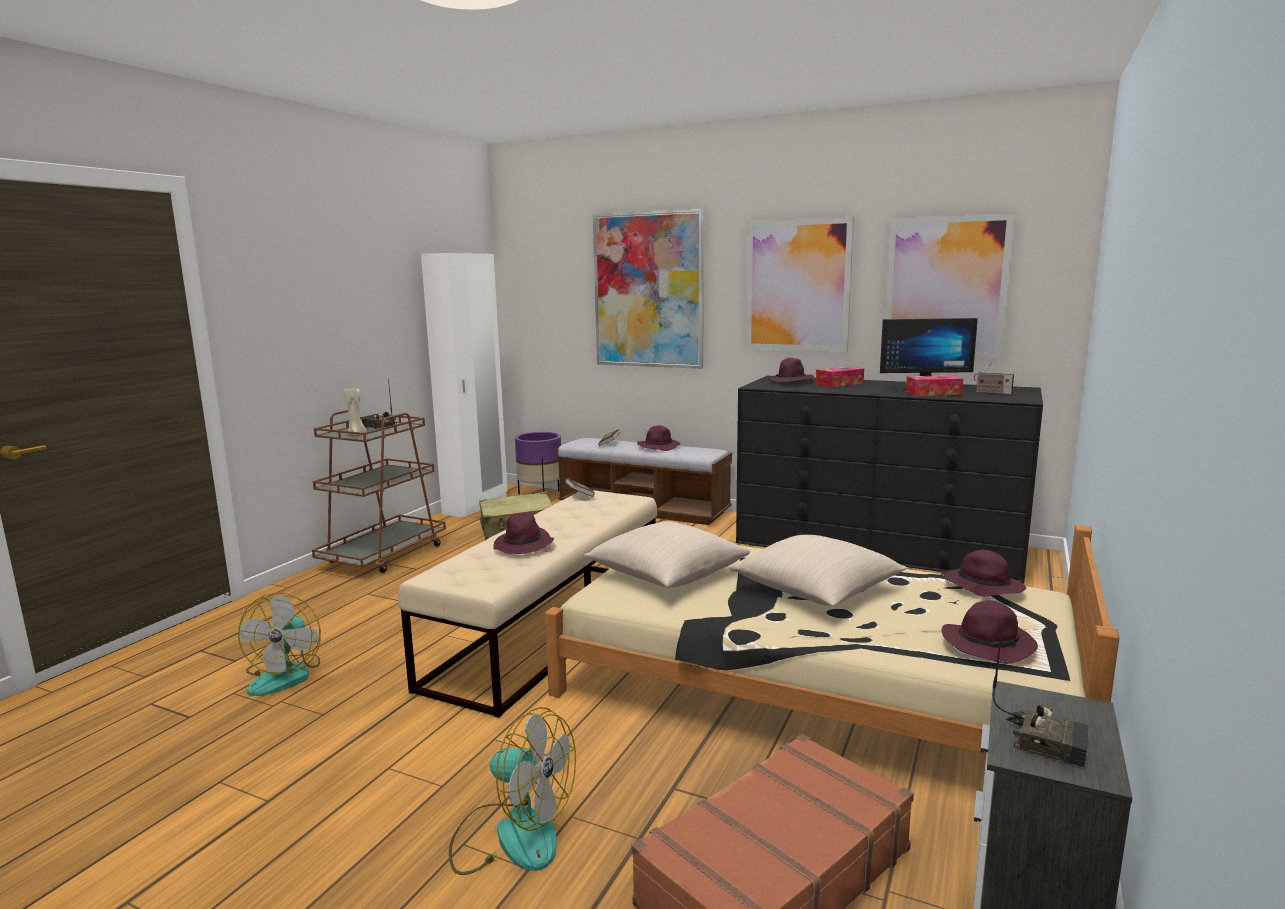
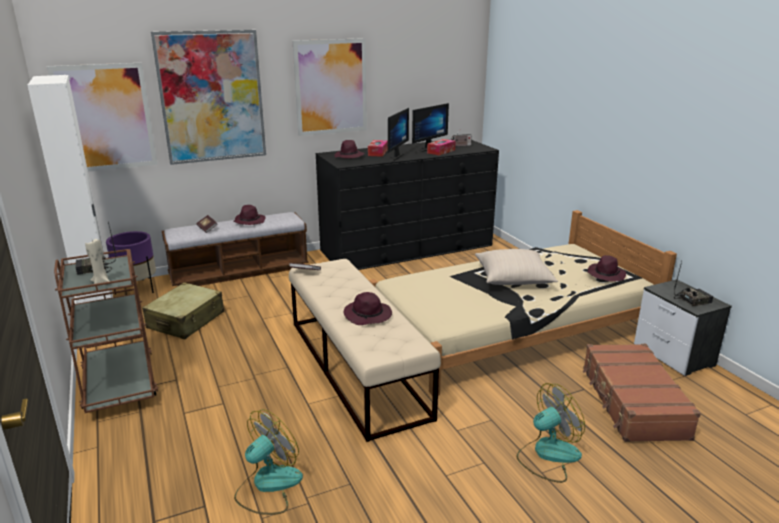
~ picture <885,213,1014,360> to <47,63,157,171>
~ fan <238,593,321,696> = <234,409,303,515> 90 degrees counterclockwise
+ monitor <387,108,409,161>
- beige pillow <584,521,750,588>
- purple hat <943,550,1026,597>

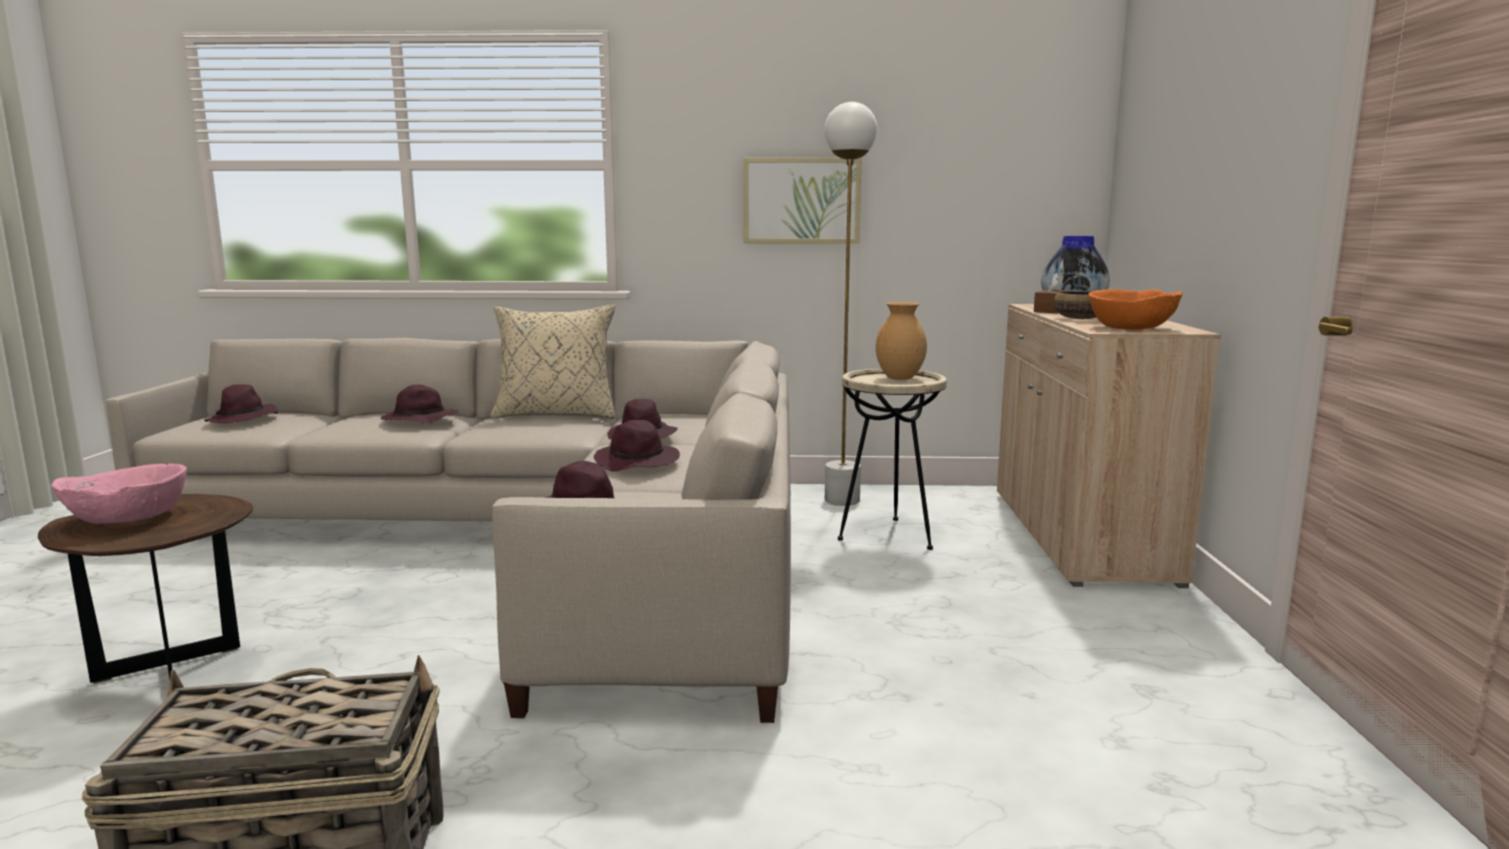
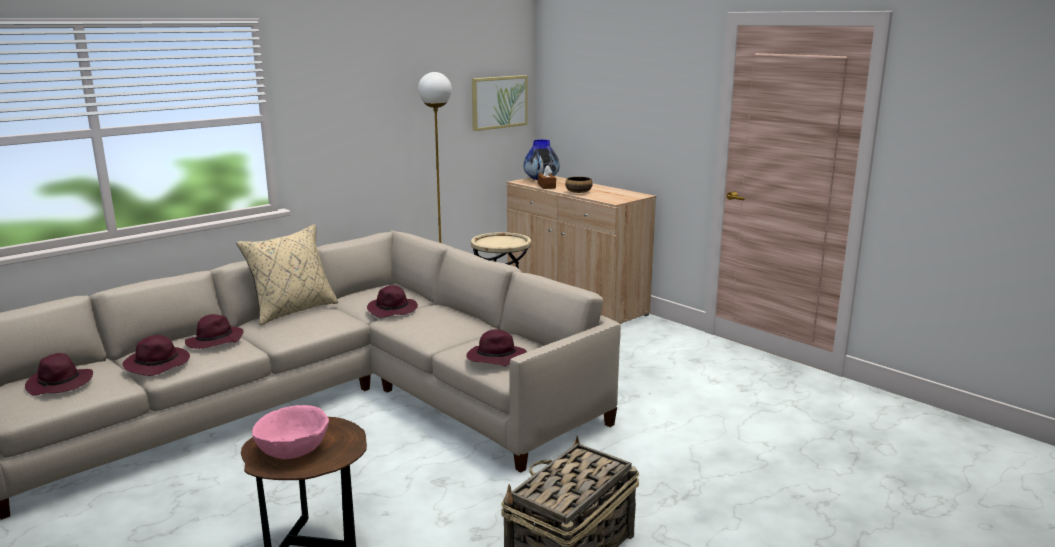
~ purple hat <594,420,680,471> to <123,335,190,376>
~ picture <743,157,862,244> to <472,75,527,131>
- brown vase <876,302,927,380>
- orange bowl <1088,289,1183,330>

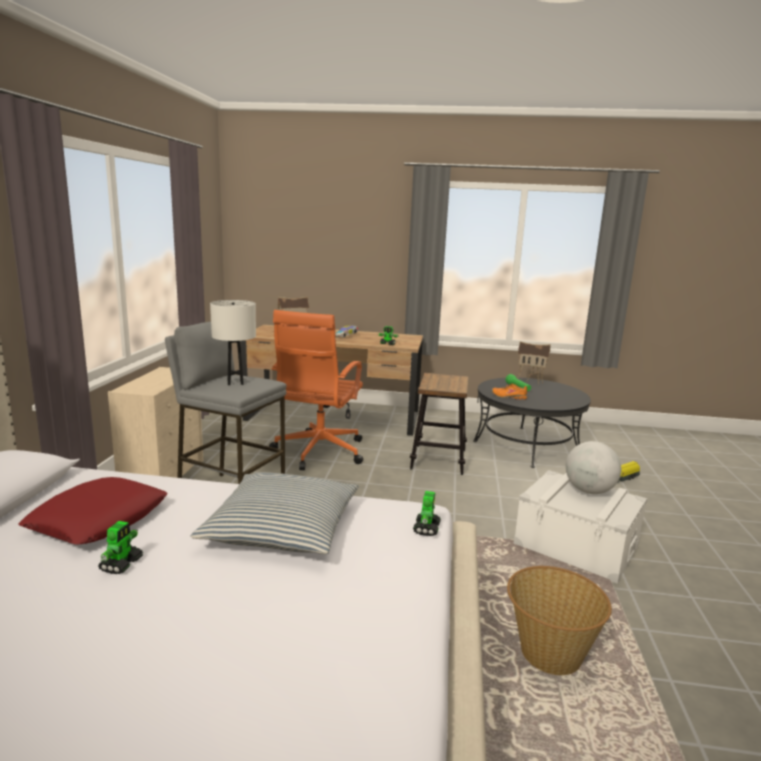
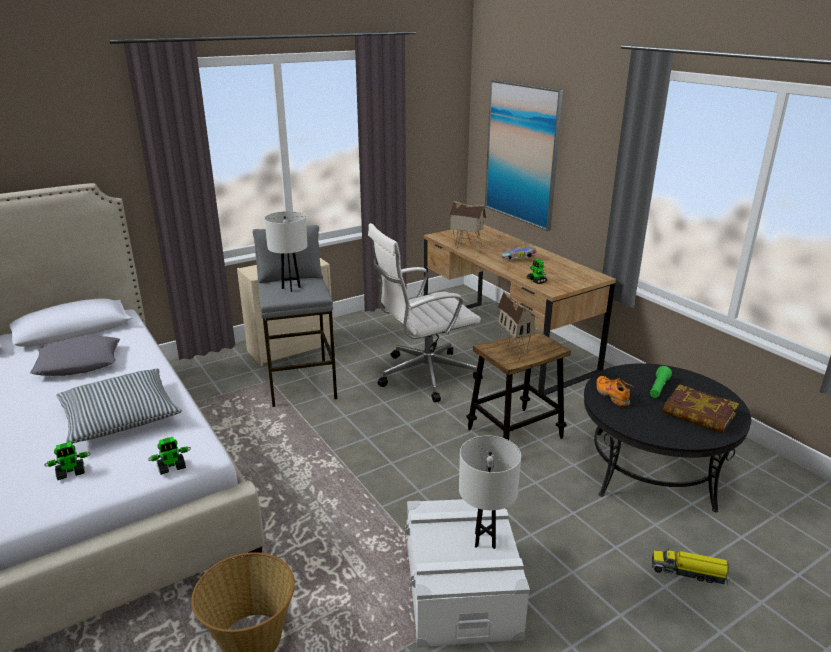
~ red pillow <18,477,168,544> to grey pillow <30,336,120,376>
~ toy robot <98,521,143,574> to <44,442,90,480>
~ orange office chair <269,310,363,470> to white office chair <368,223,483,402>
~ globe <566,441,621,494> to white table lamp <459,436,521,549>
+ picture <485,80,563,231>
~ toy house <517,341,551,384> to <496,291,538,360>
+ book <663,385,739,434>

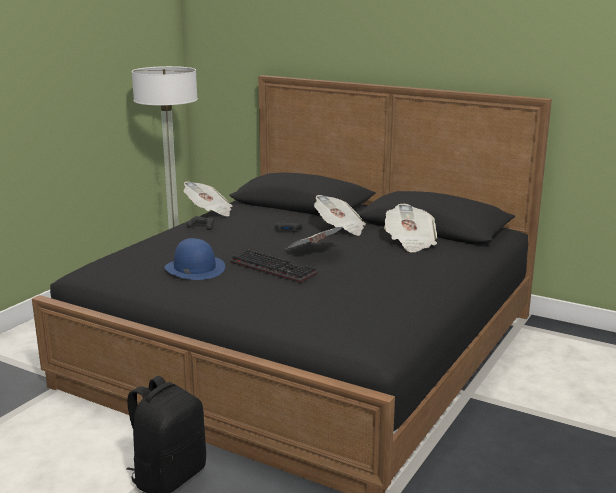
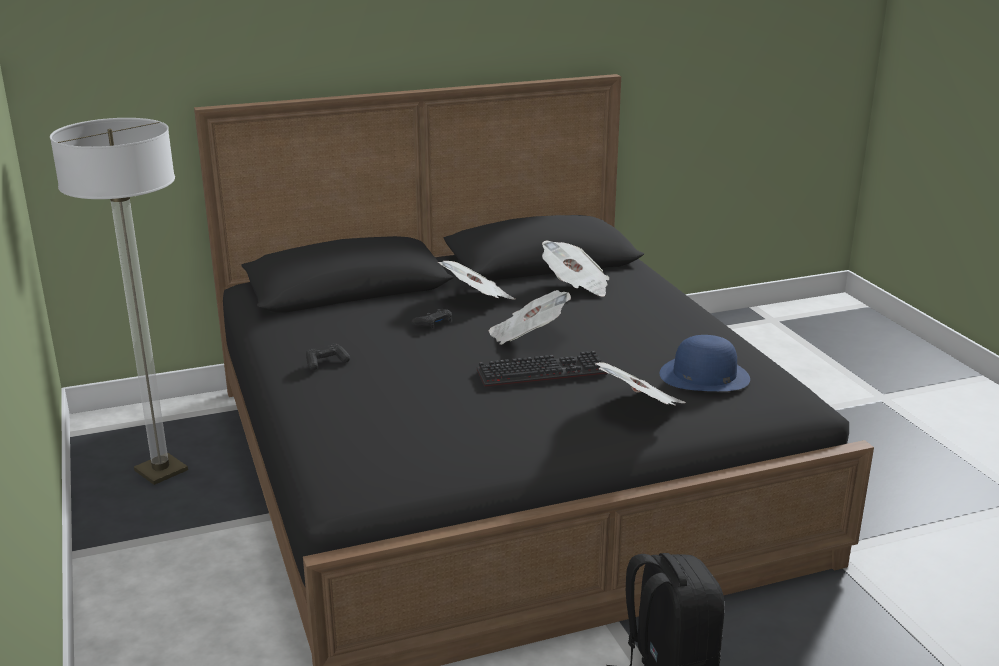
~ newspaper <183,181,232,216> to <595,362,686,406>
~ blue hat <164,238,225,280> to <660,335,750,391>

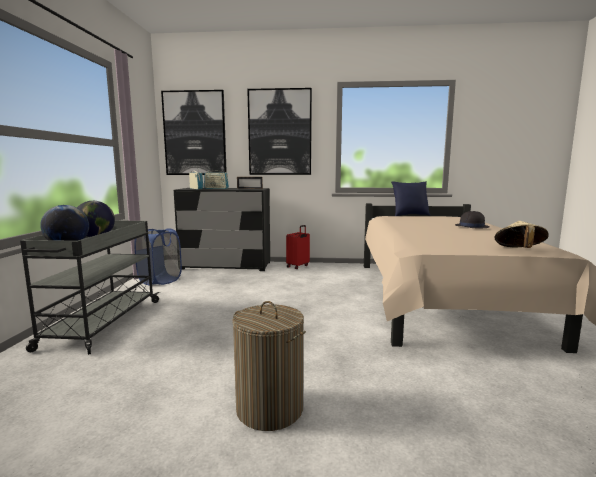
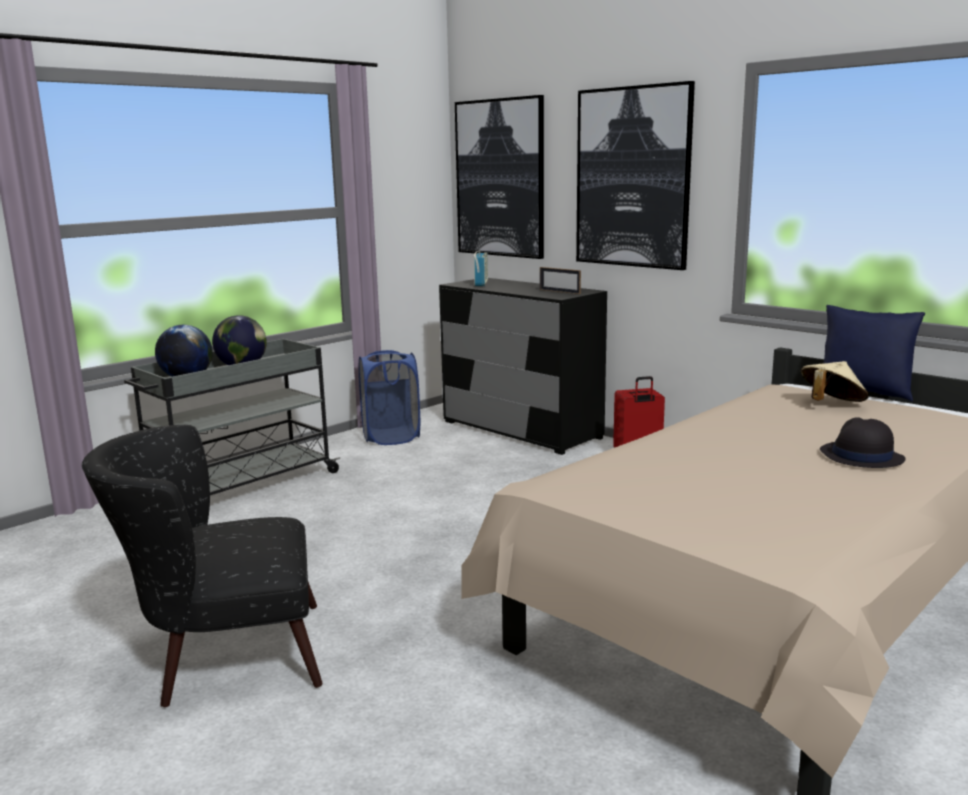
~ laundry basket <232,301,306,431> to black armchair <82,425,323,707>
~ beige hat <494,221,549,248> to <801,361,869,402>
- radio <204,171,229,189>

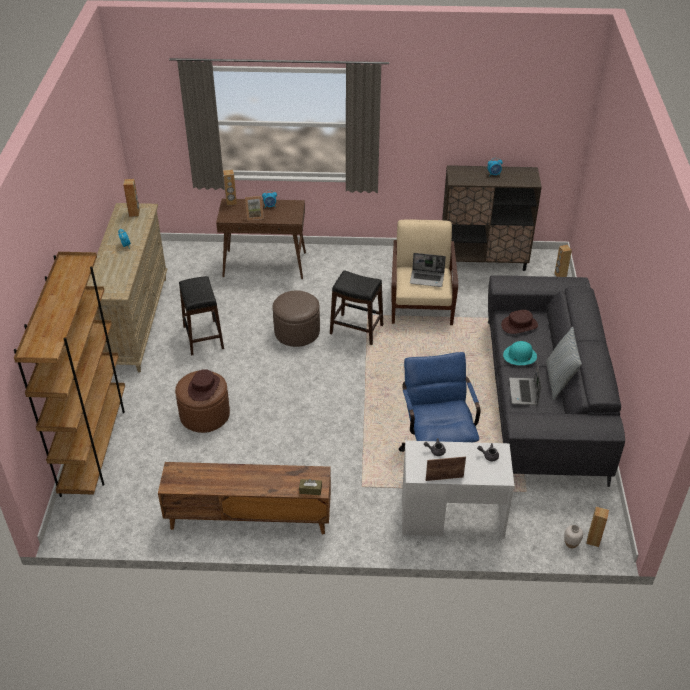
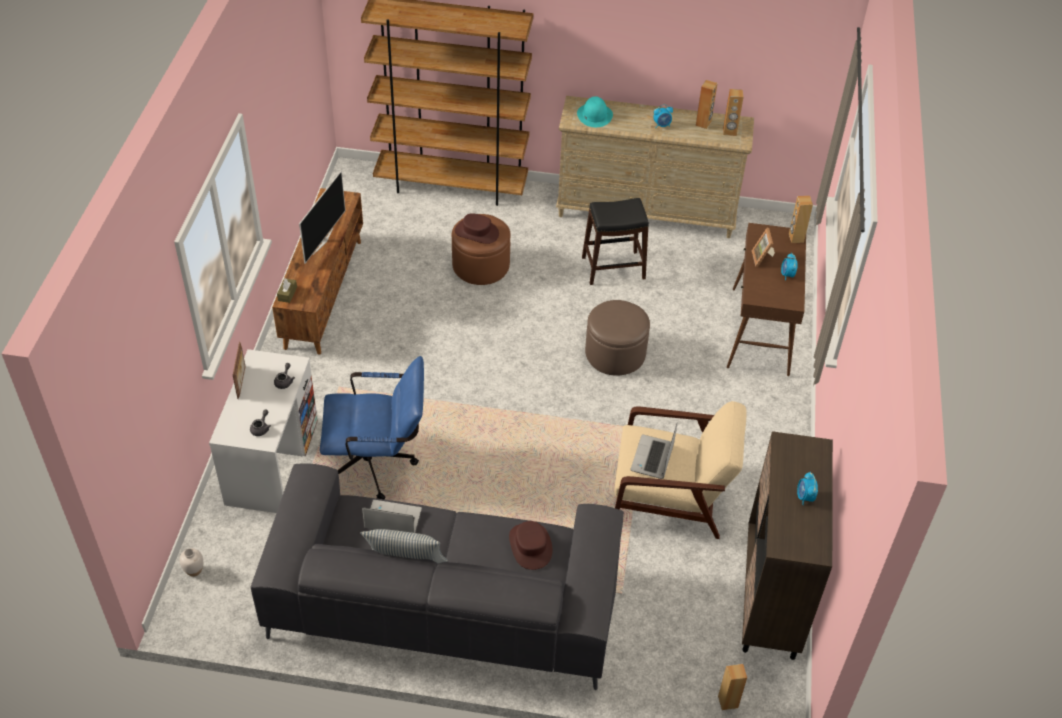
+ television <299,171,346,264>
~ turquoise hat <503,341,537,365> to <577,96,613,127>
~ brown speaker <586,507,609,547> to <696,80,718,129>
- black stool <330,271,383,345>

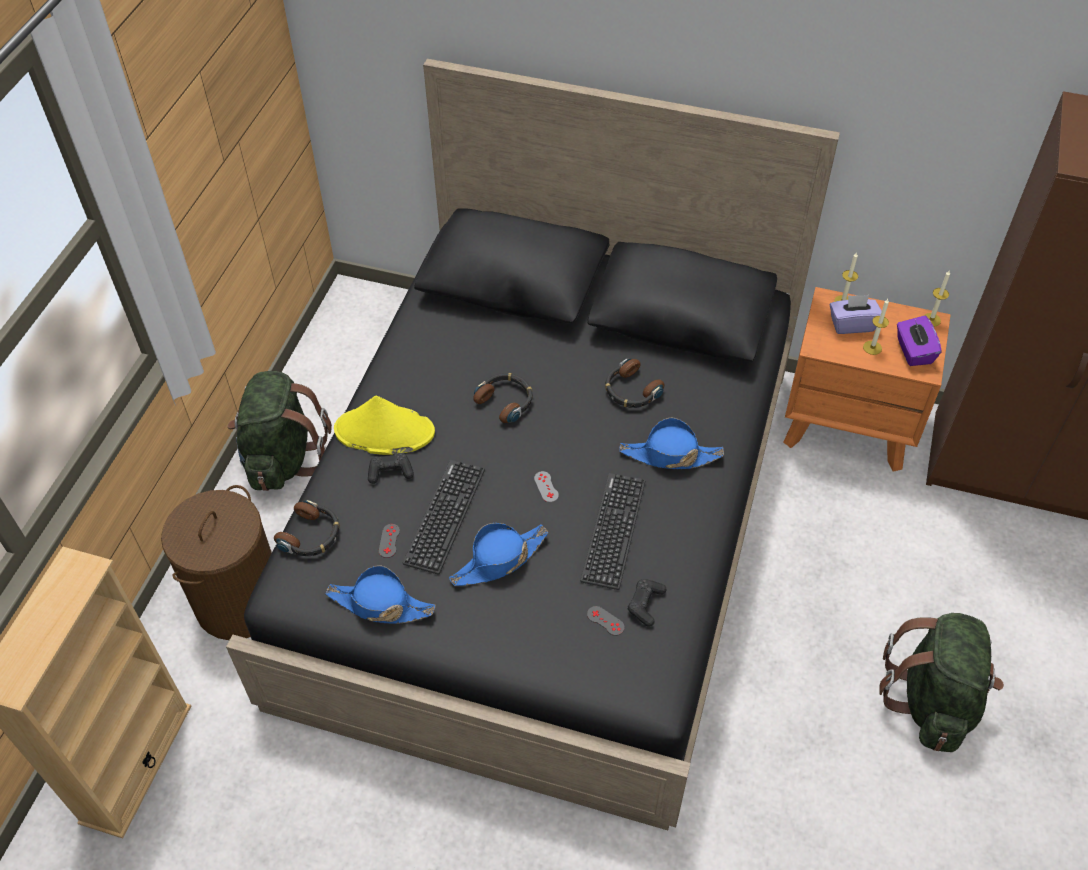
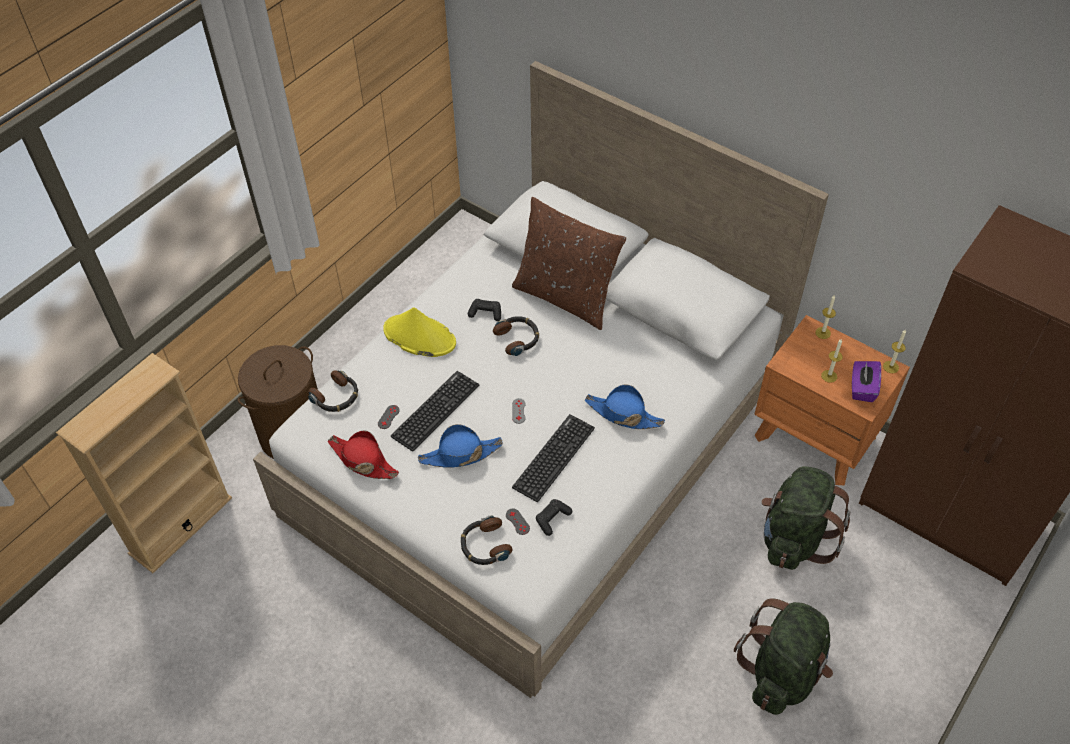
~ black bed <226,59,840,830> to white bed <253,61,829,698>
~ blue hat <326,565,436,624> to red hat <328,430,399,479>
~ headphones <605,358,664,408> to <461,516,512,565>
~ black game controller <368,453,414,484> to <468,299,501,321>
+ brown pillow <512,197,626,330>
~ green backpack <228,371,332,491> to <762,466,850,570>
- purple tissue box <830,295,882,334>

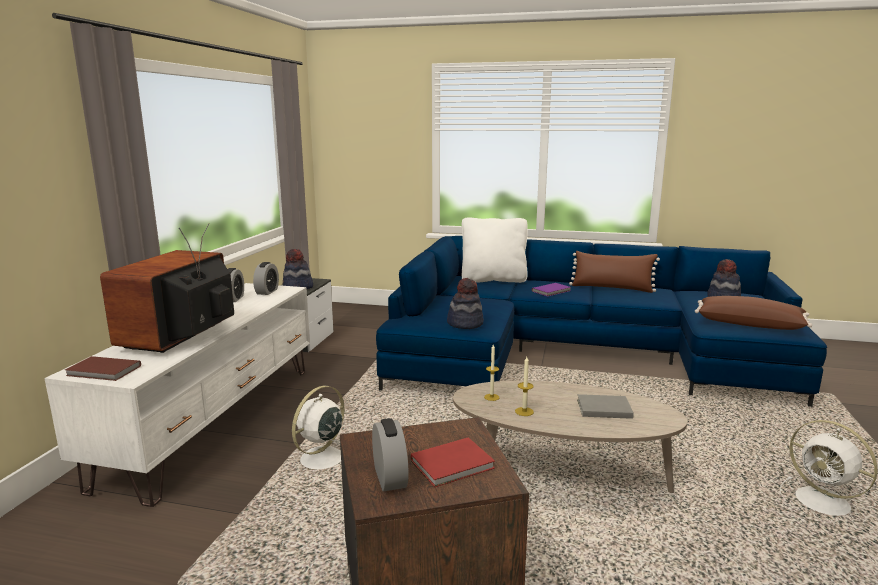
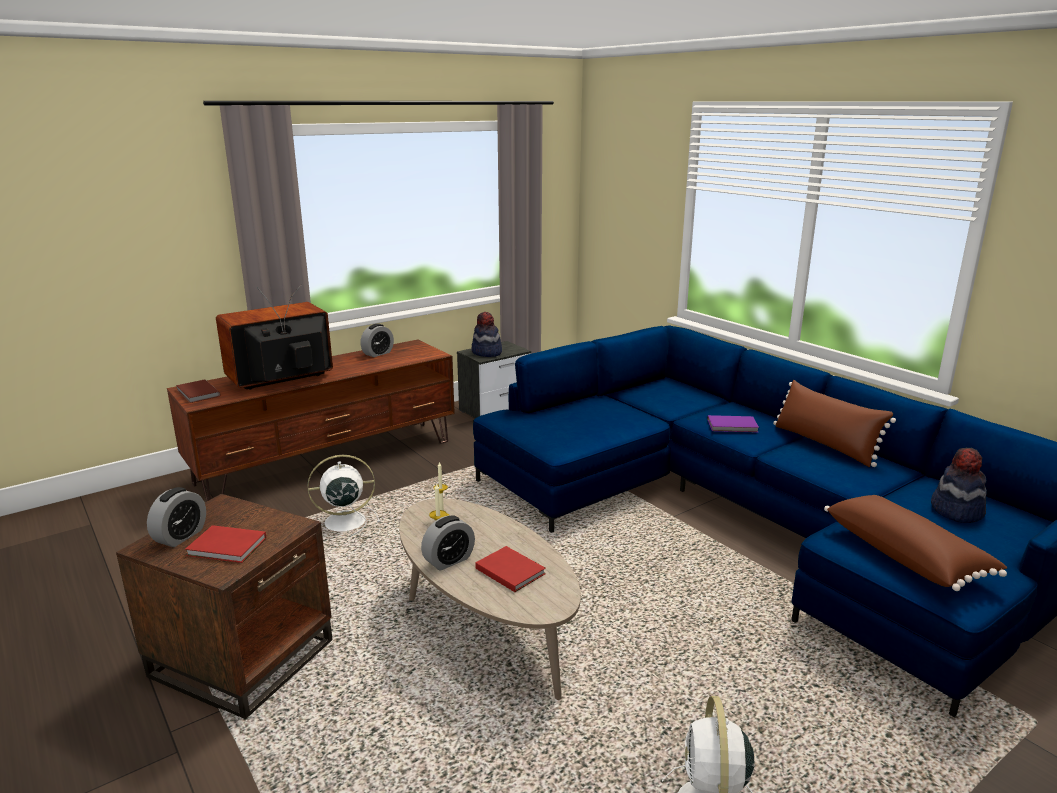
~ white tv stand <44,283,310,507> to brown tv stand <167,339,455,502>
~ alarm clock <253,262,279,295> to <421,515,475,571>
~ grey book <577,394,634,419> to red book <475,546,546,592>
- hat <447,278,484,329>
- white pillow <462,218,528,283>

